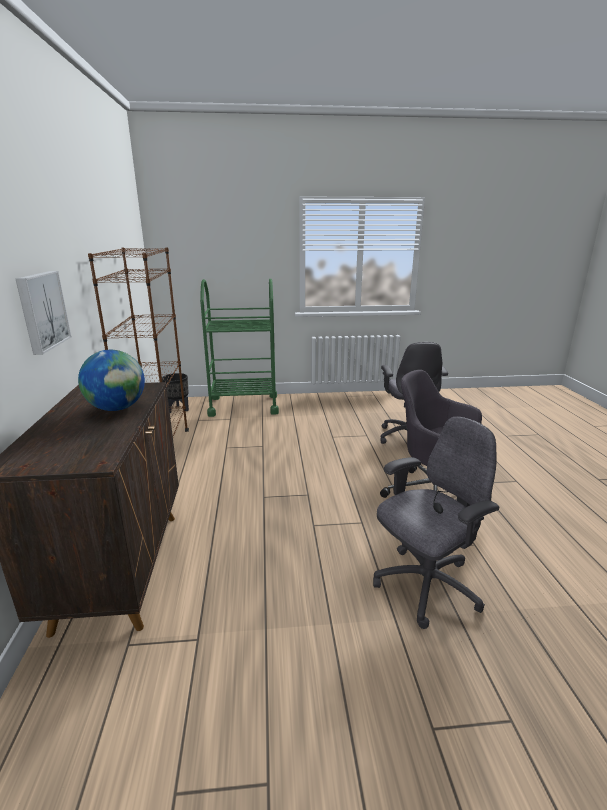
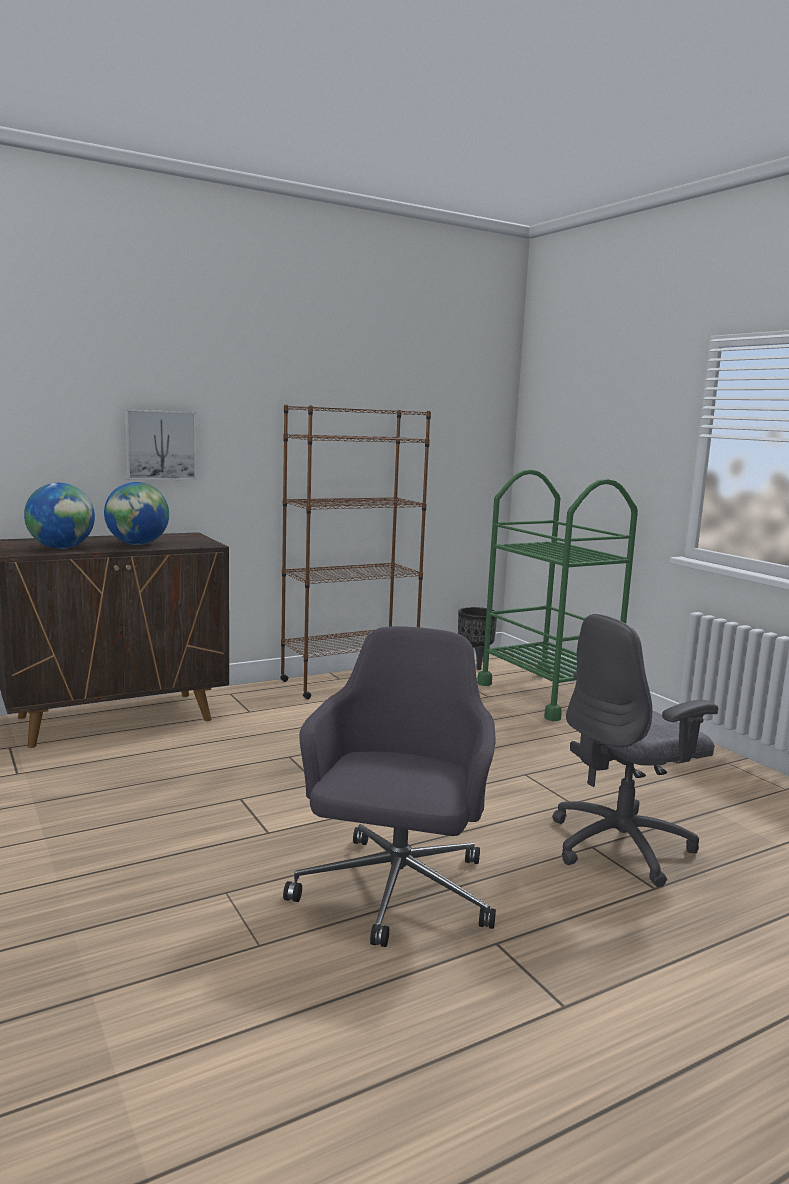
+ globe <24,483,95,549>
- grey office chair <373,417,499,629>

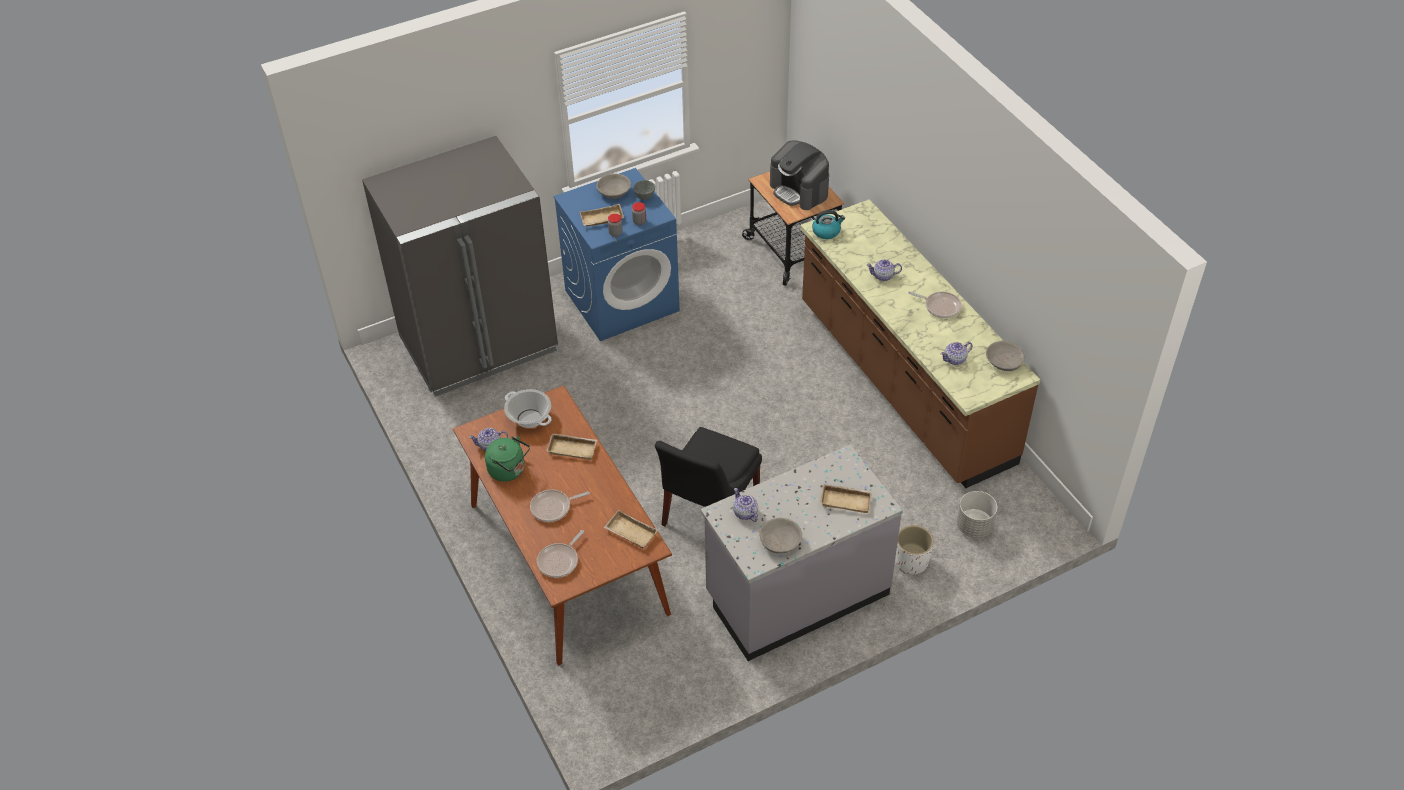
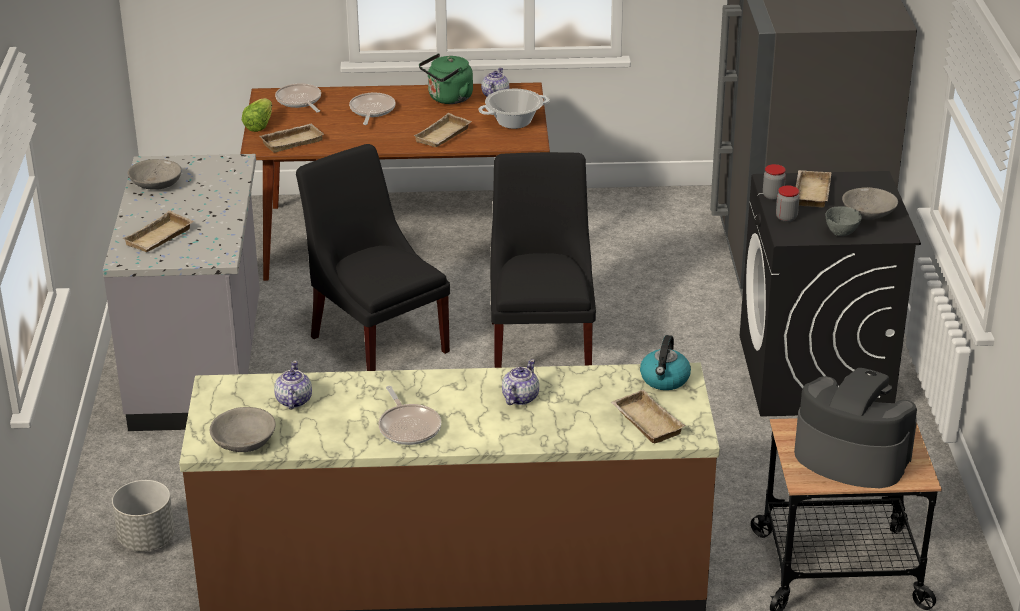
+ lettuce <242,98,272,132>
~ frying pan <908,291,962,318> = <379,386,441,445> 75 degrees counterclockwise
+ black chair <490,152,596,368>
+ beige tray <611,390,686,443>
~ blue washing machine <553,168,680,341> to black washing machine <740,171,921,417>
~ coffee machine <770,140,829,210> = <794,368,917,488> 45 degrees clockwise
- teapot <733,488,758,522>
- white planter <895,525,934,574>

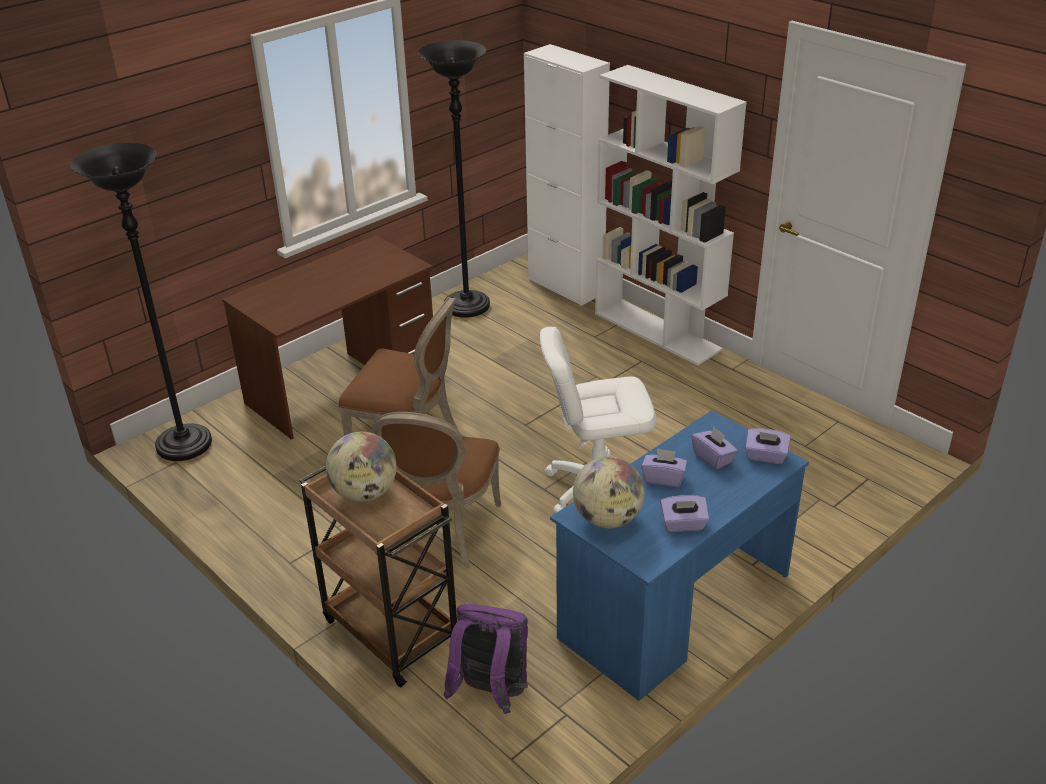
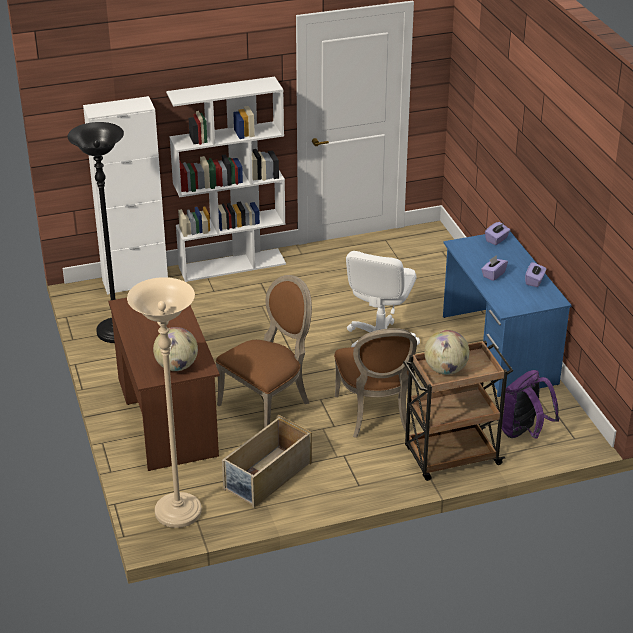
~ black floor lamp <70,143,212,461> to beige floor lamp <127,277,202,528>
~ globe <573,457,645,528> to <153,327,198,371>
+ beige storage box <222,415,312,508>
~ brown chair <371,412,501,568> = <334,328,417,438> 45 degrees clockwise
- purple tissue box <691,427,738,470>

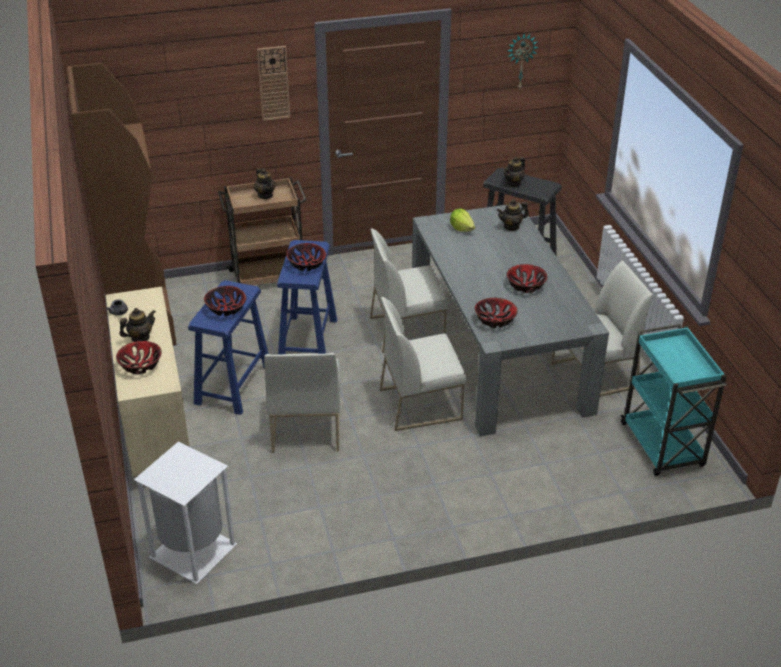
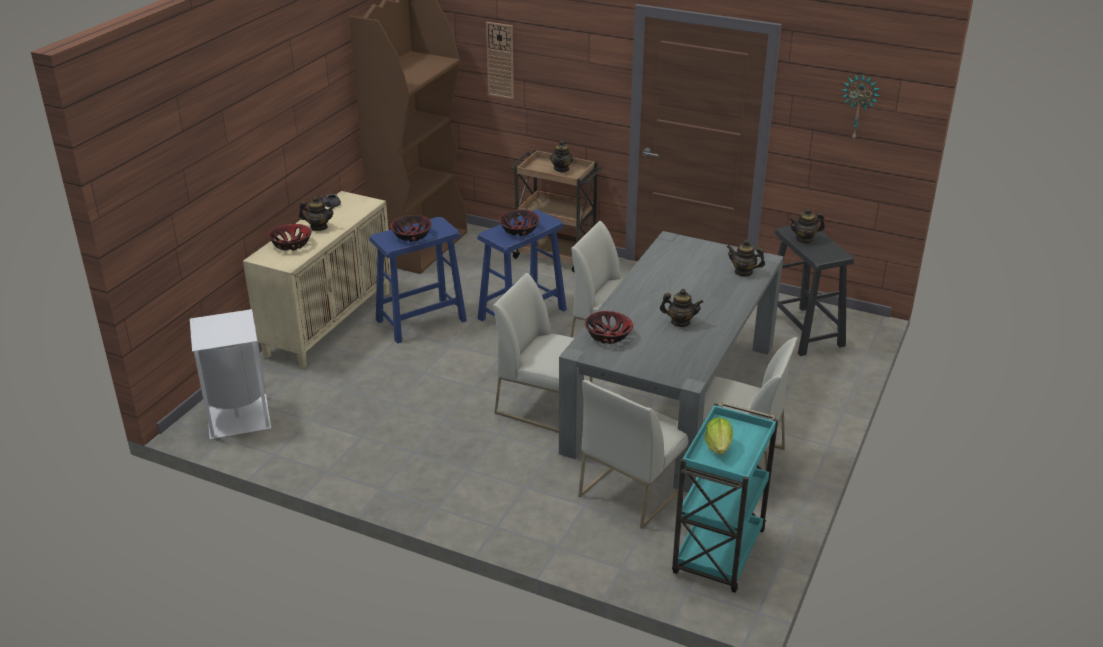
~ wall clock <257,46,290,121> to <486,22,514,99>
~ white chair <264,353,340,453> to <578,380,688,529>
~ bowl <507,264,547,293> to teapot <660,289,704,327>
~ lettuce <450,208,475,232> to <705,417,733,455>

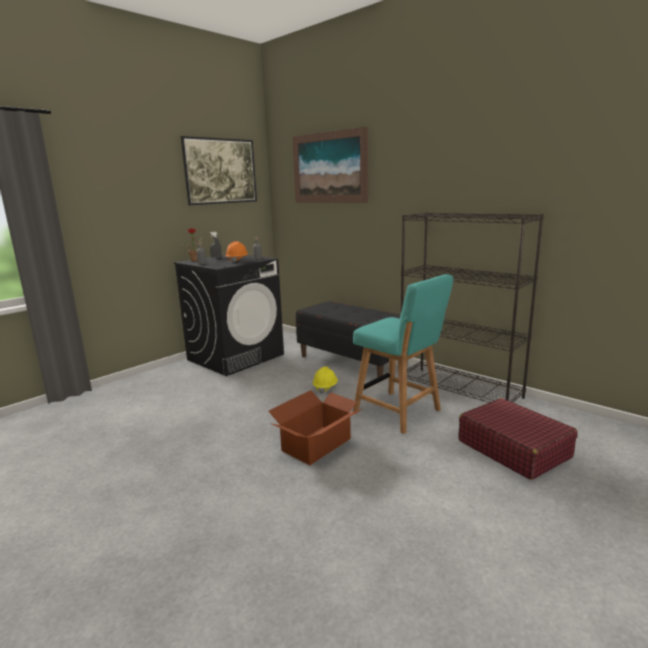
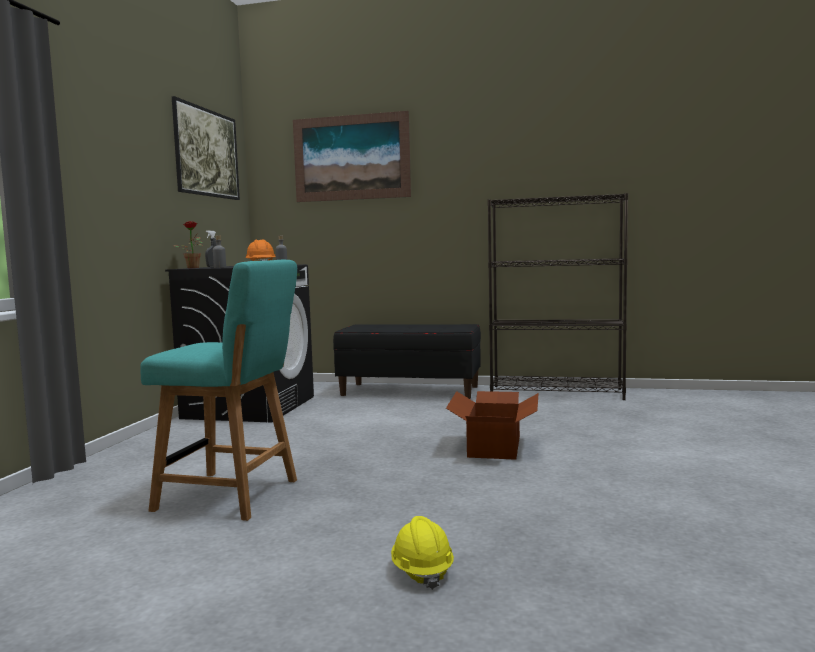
~ turquoise chair <353,274,453,434> to <140,260,297,521>
~ yellow hard hat <313,366,338,394> to <391,516,454,590>
- red suitcase <458,398,578,480>

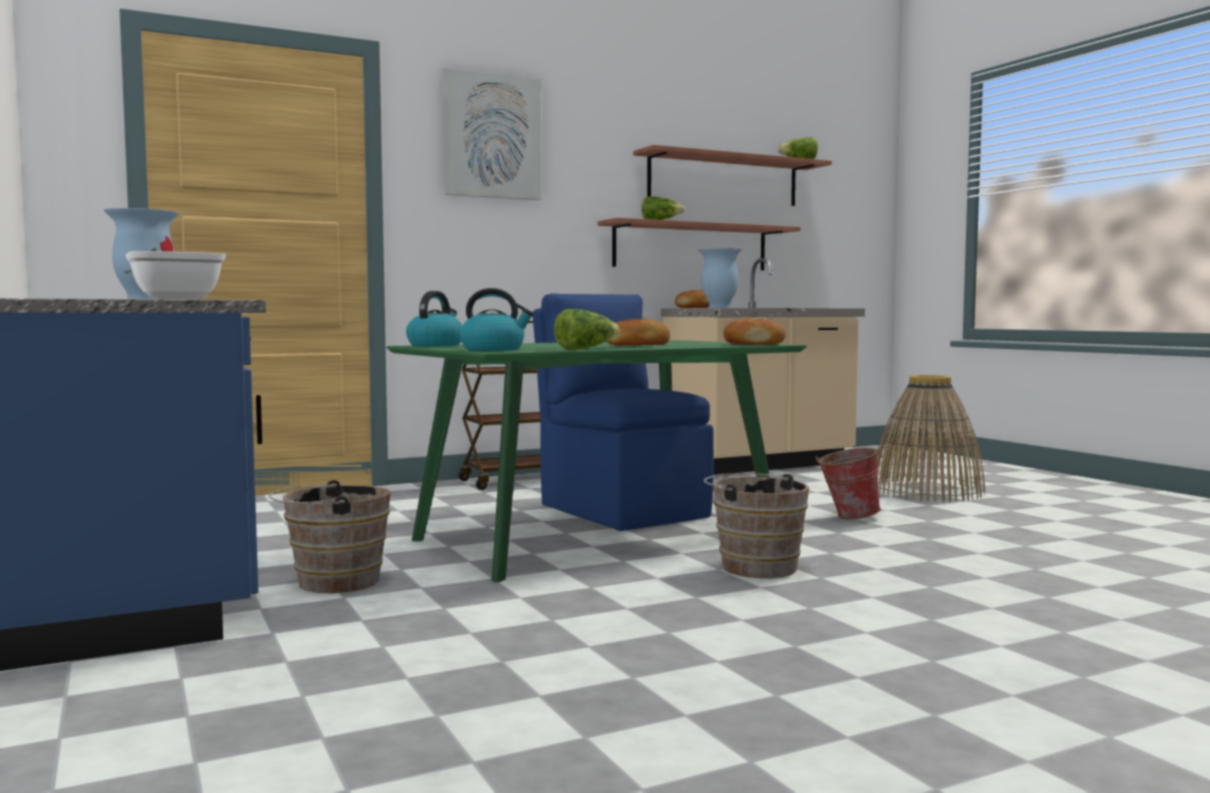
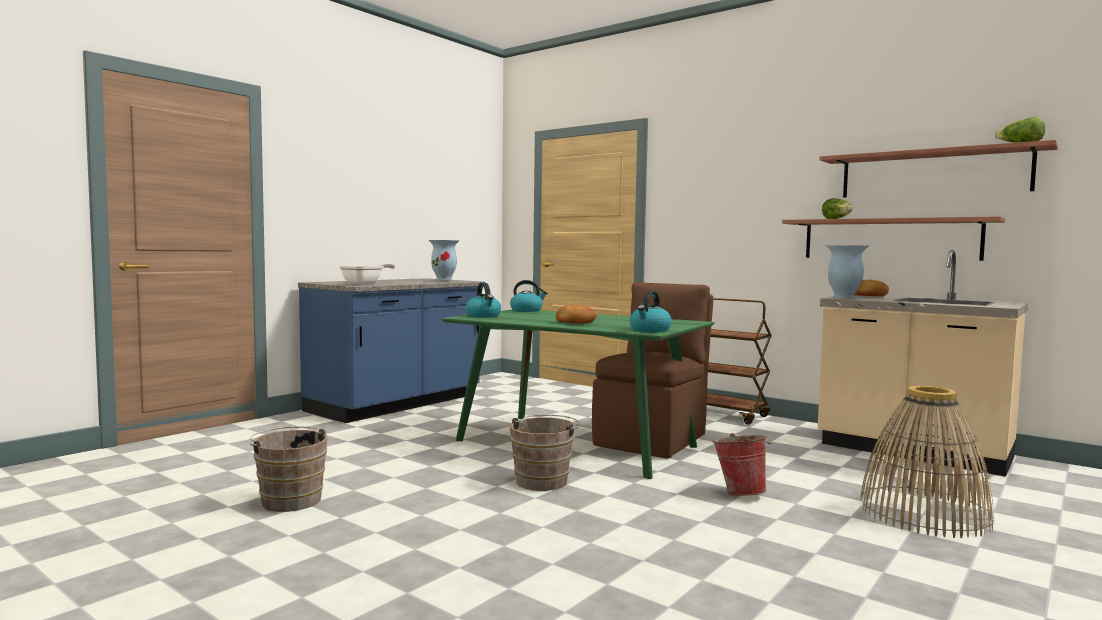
~ brown bucket <269,480,391,593> to <250,426,327,512>
~ blue chair <533,293,714,531> to brown chair <592,282,713,458>
~ bread <724,318,786,345> to kettle <630,291,672,332>
- picture <442,68,542,200>
- lettuce <554,309,620,350>

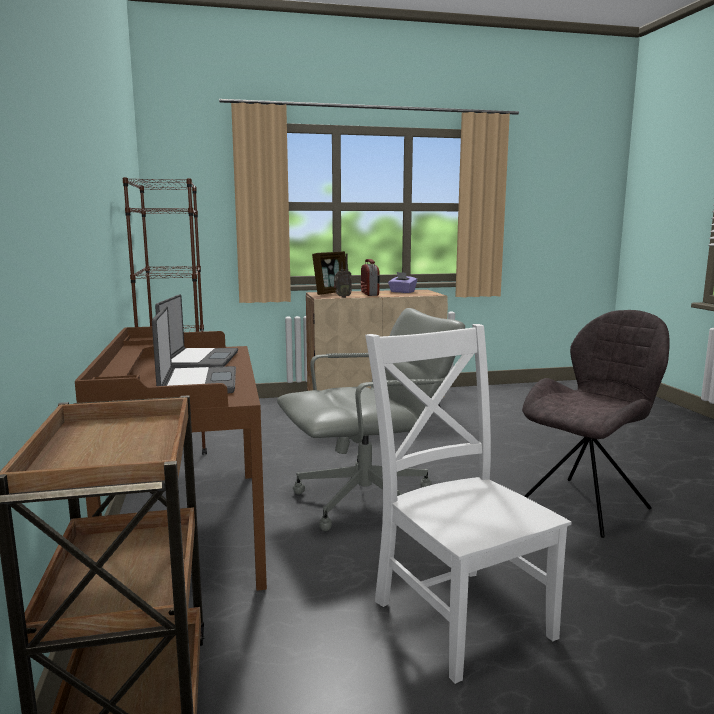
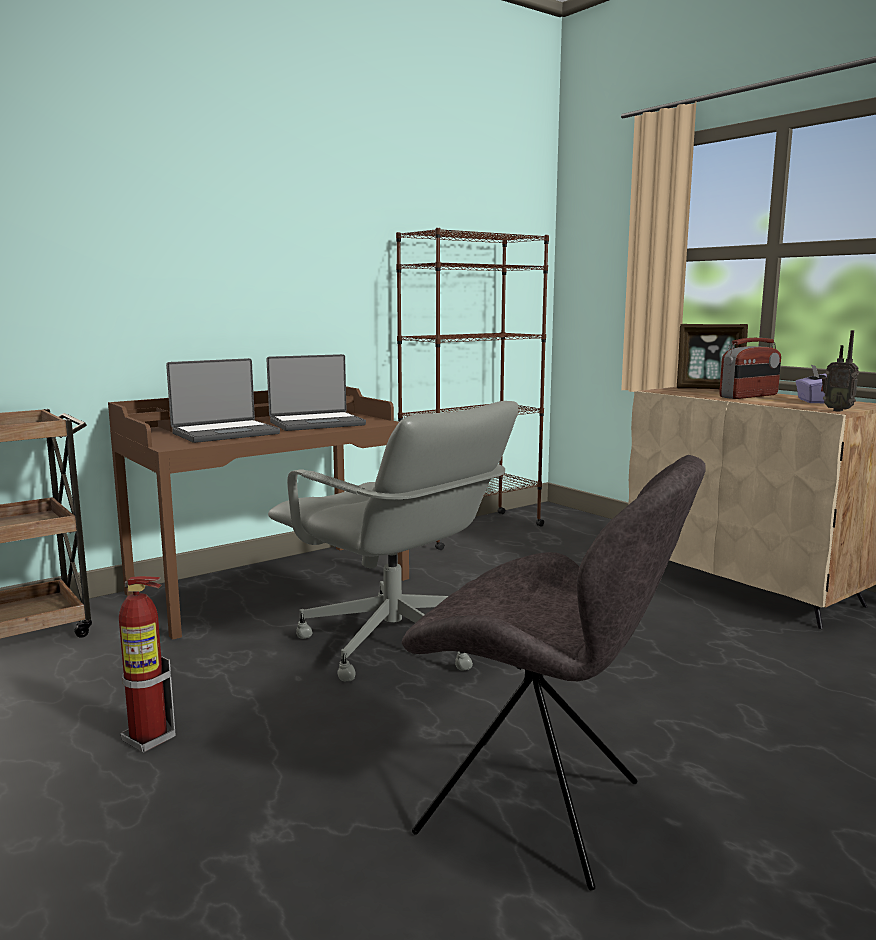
~ white chair <365,324,571,684> to fire extinguisher <119,576,176,752>
~ radio <334,254,352,298> to <821,330,859,412>

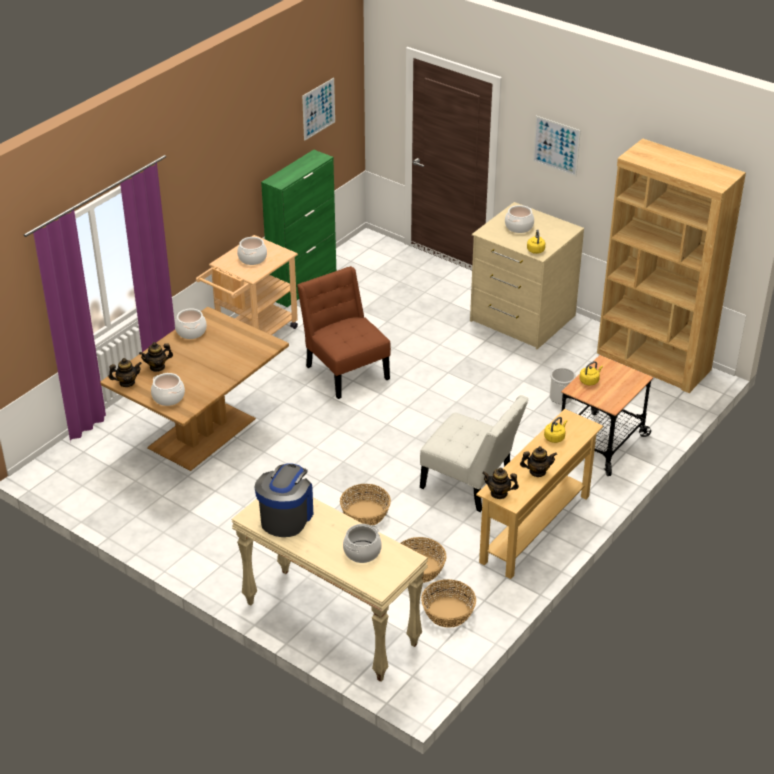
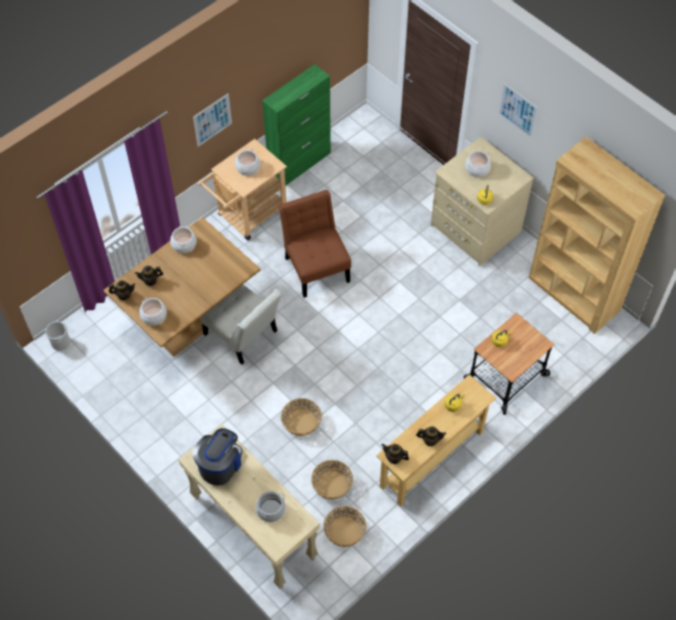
~ bucket <550,367,576,404> to <45,321,70,351>
~ picture <302,78,335,141> to <193,94,232,147>
~ white chair <420,395,529,512> to <200,284,281,365>

